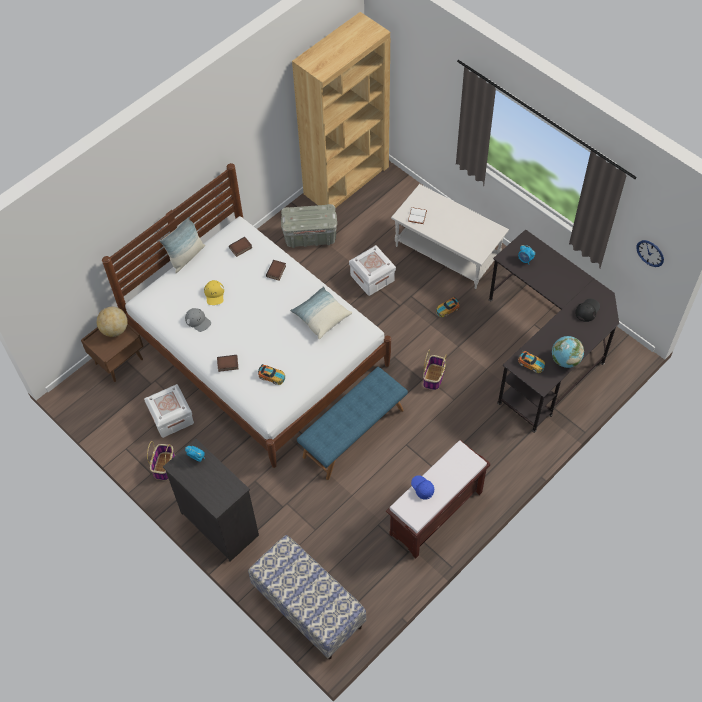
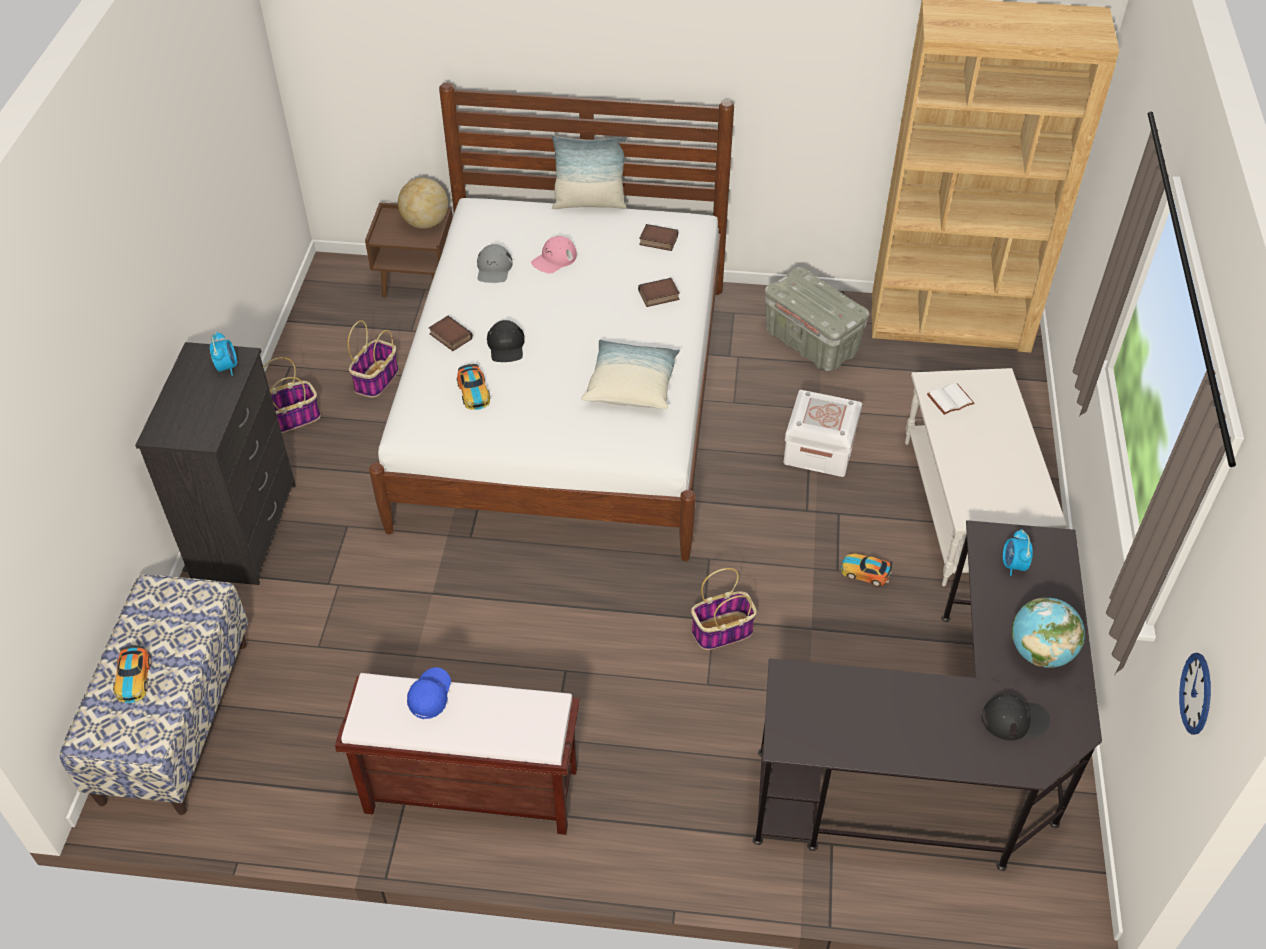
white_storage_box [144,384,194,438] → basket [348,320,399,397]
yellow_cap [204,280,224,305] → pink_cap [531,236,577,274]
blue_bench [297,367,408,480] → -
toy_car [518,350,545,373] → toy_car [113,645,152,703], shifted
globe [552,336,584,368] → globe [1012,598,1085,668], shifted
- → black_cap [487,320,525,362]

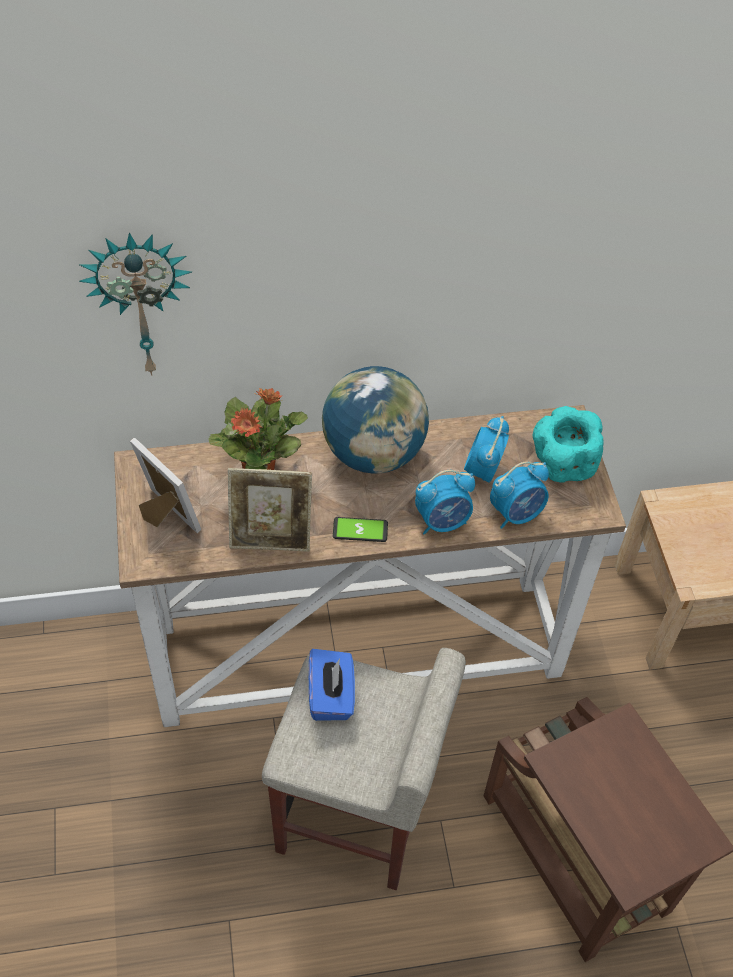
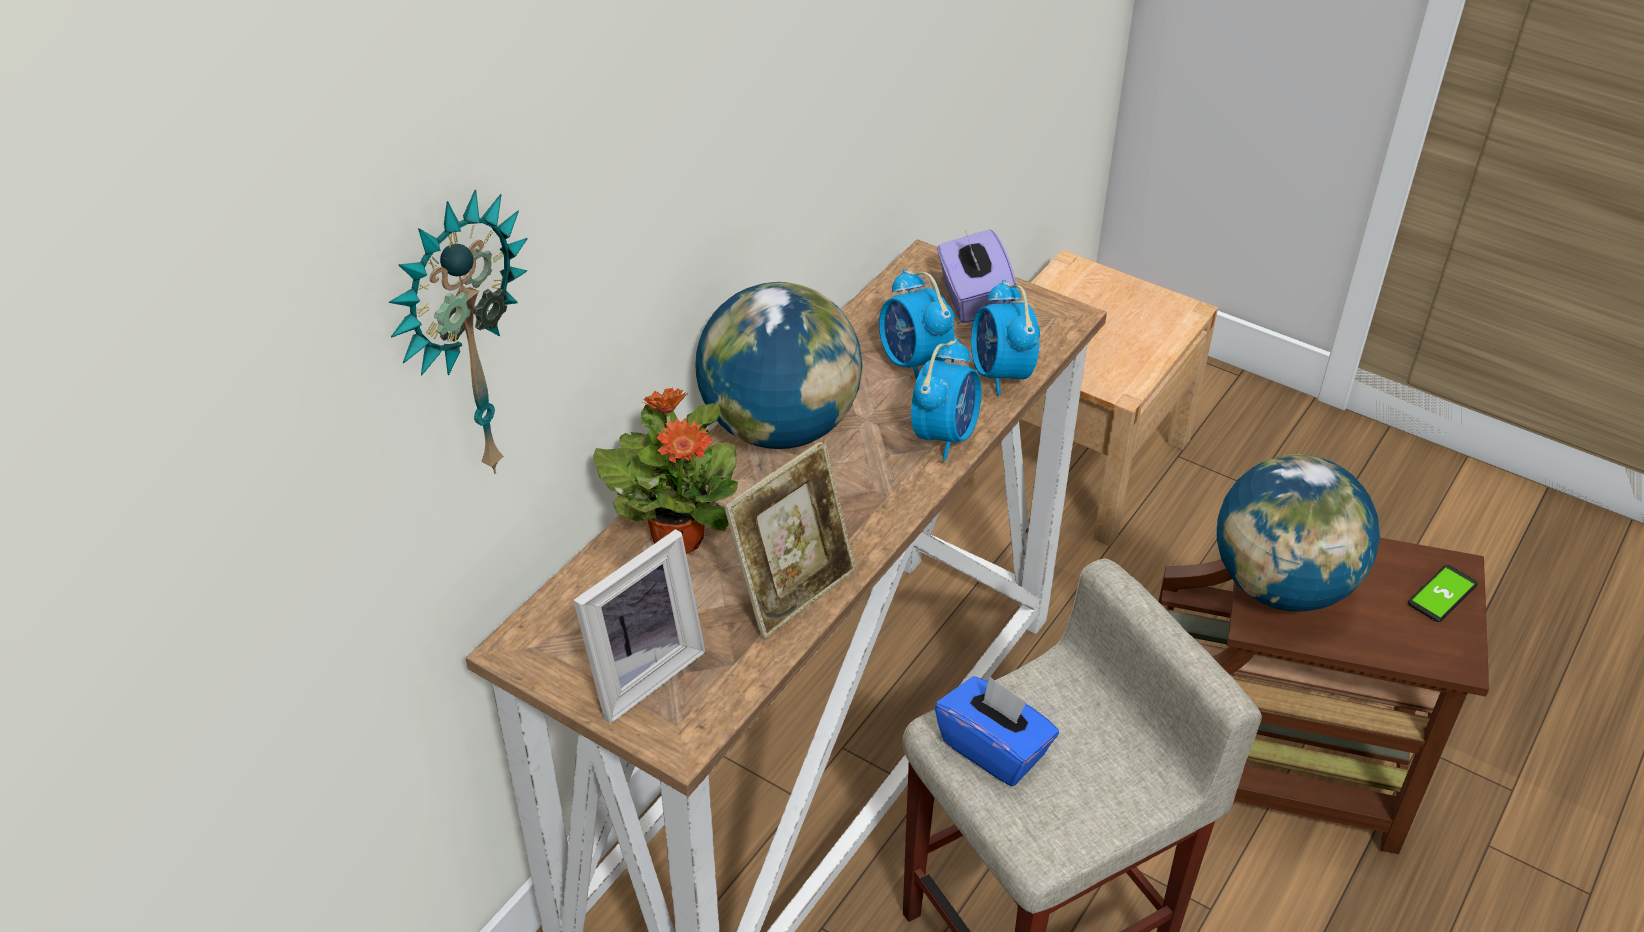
picture_frame [130,438,201,533] → picture_frame [573,529,706,724], 135 degrees clockwise
phone [333,517,388,542] → phone [1408,565,1478,622], shifted
alarm_clock [490,462,549,529] → alarm_clock [971,280,1040,396], 150 degrees clockwise
turquoise_bowl [532,406,604,483] → purple_tissue_box [937,229,1017,323]
- → globe [1217,454,1380,612]

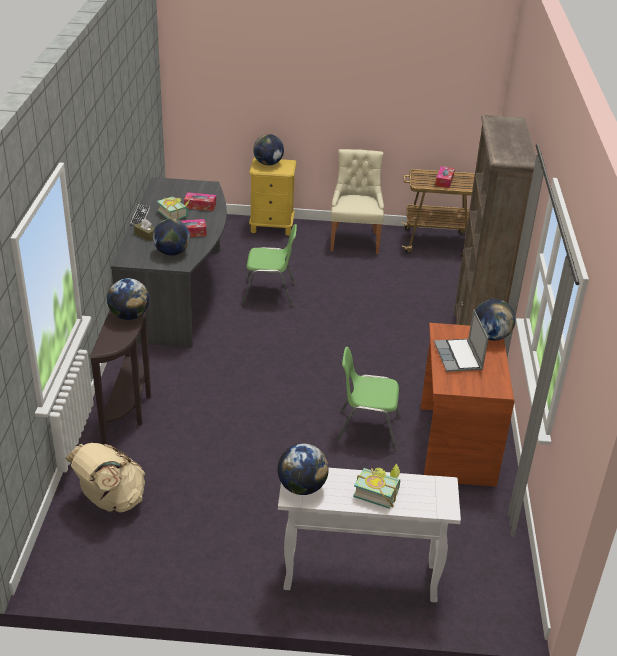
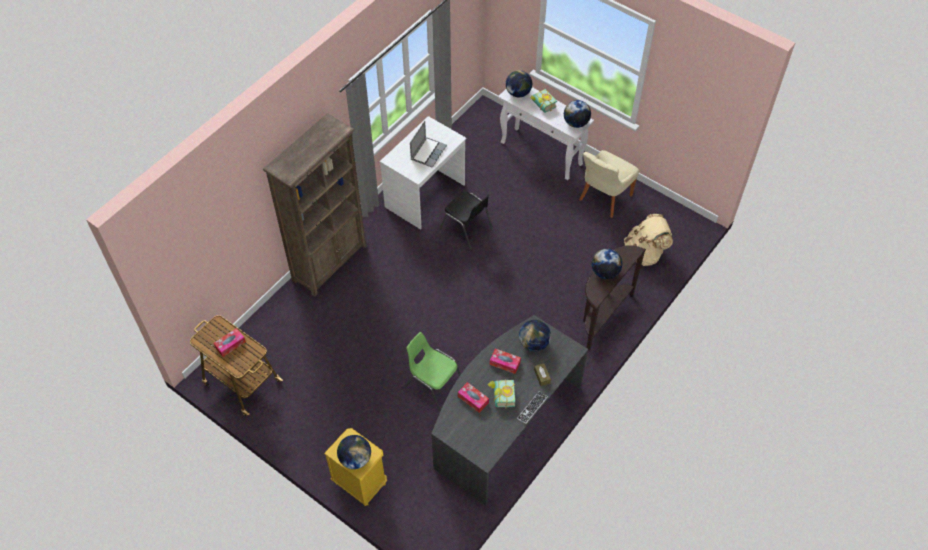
beige_chair [330,149,384,254] → beige_chair [579,150,639,218], shifted
green_chair [335,347,400,452] → black_chair [439,192,493,250]
brown_desk [421,323,515,487] → white_desk [380,116,467,230]
globe [475,299,516,341] → globe [506,70,532,97], shifted

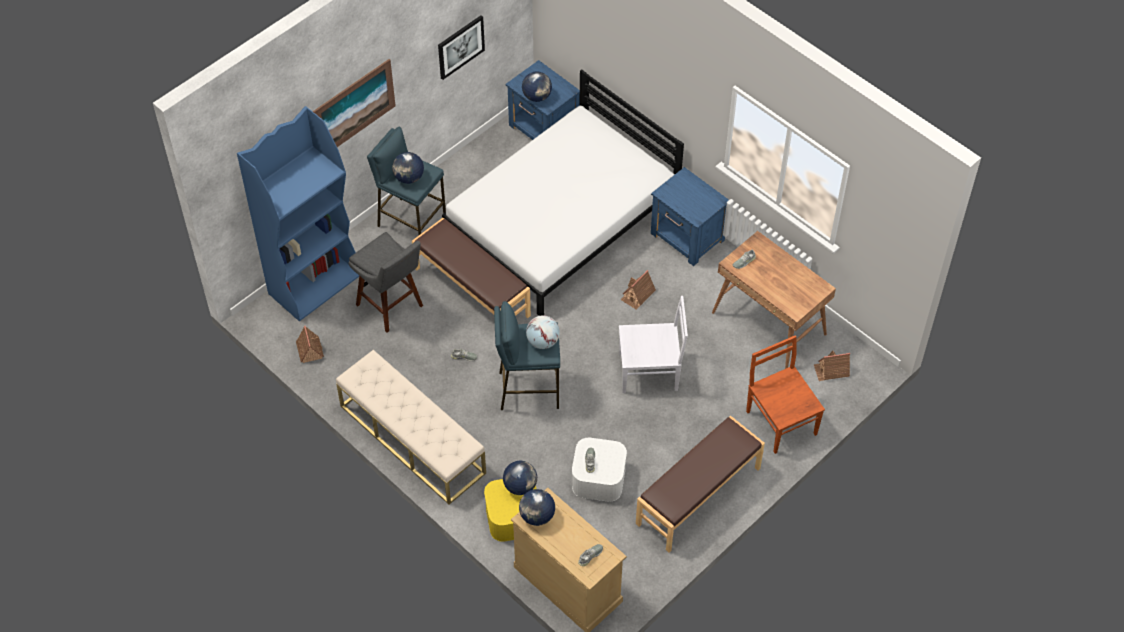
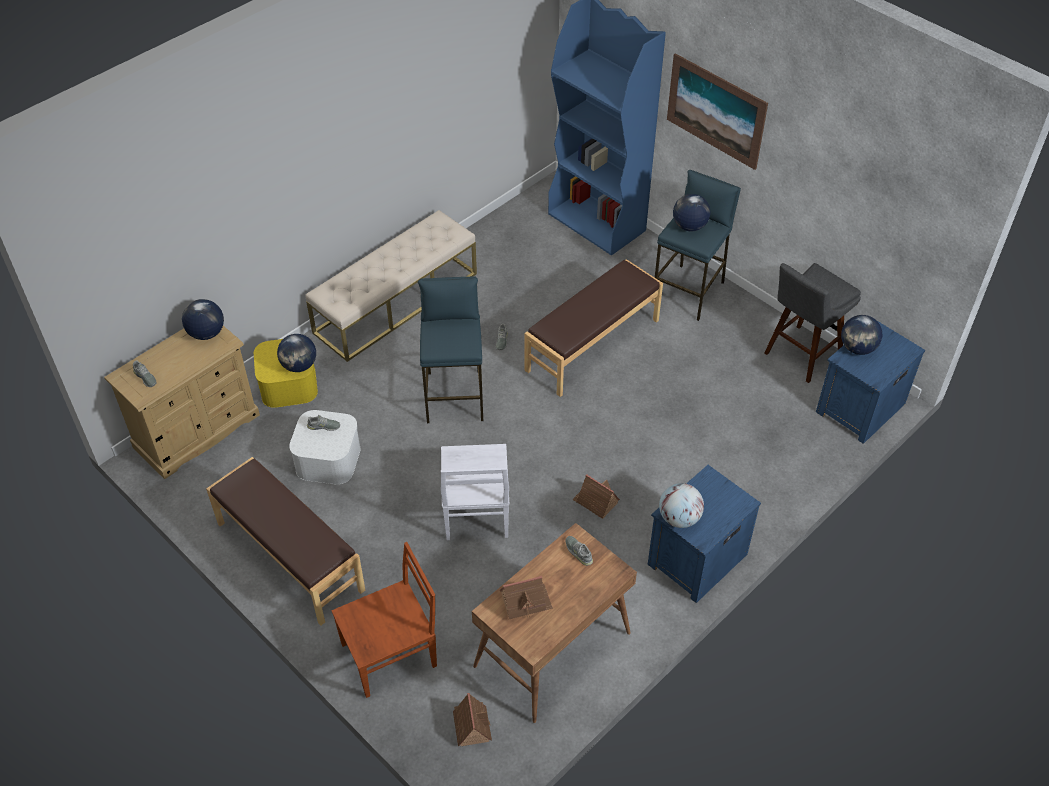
toy_house [296,326,324,363] → toy_house [500,576,553,619], shifted
grey_stool [348,232,423,332] → grey_stool [765,263,861,383], shifted
picture [438,15,485,80] → -
white_bed [442,69,684,316] → -
globe [526,315,560,349] → globe [659,483,704,528], shifted

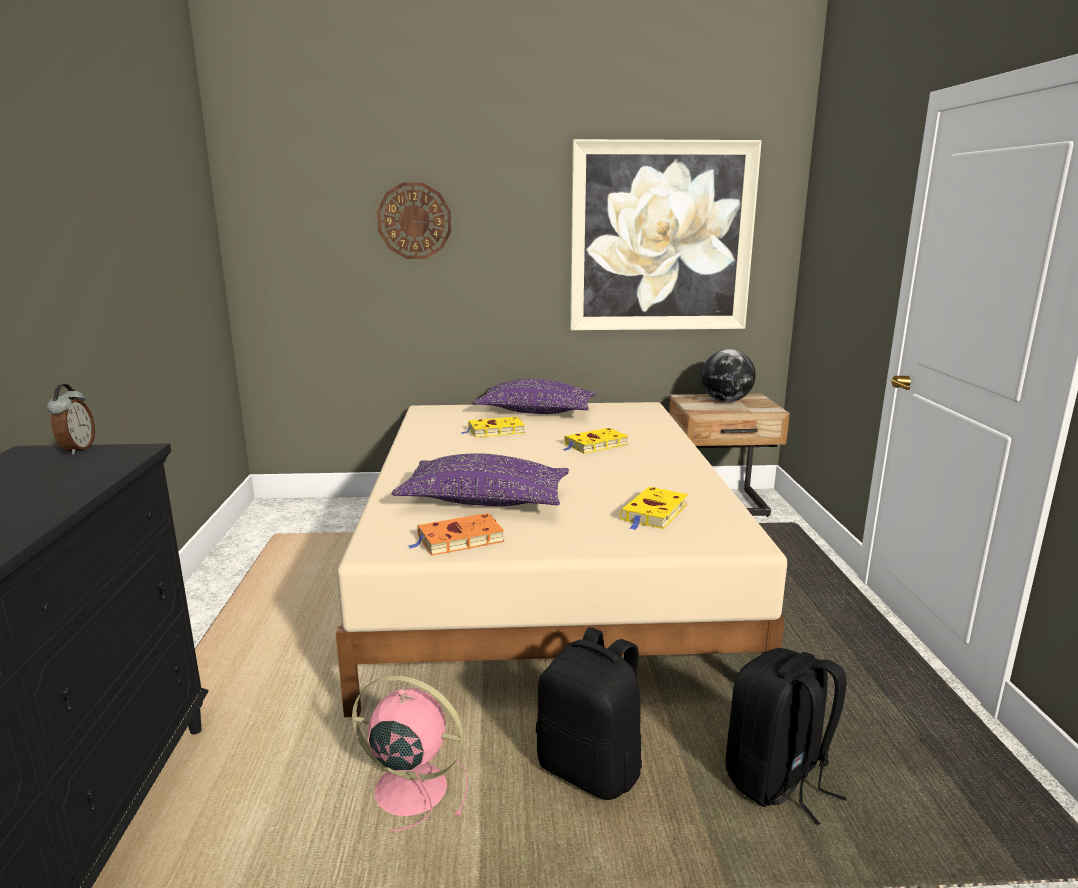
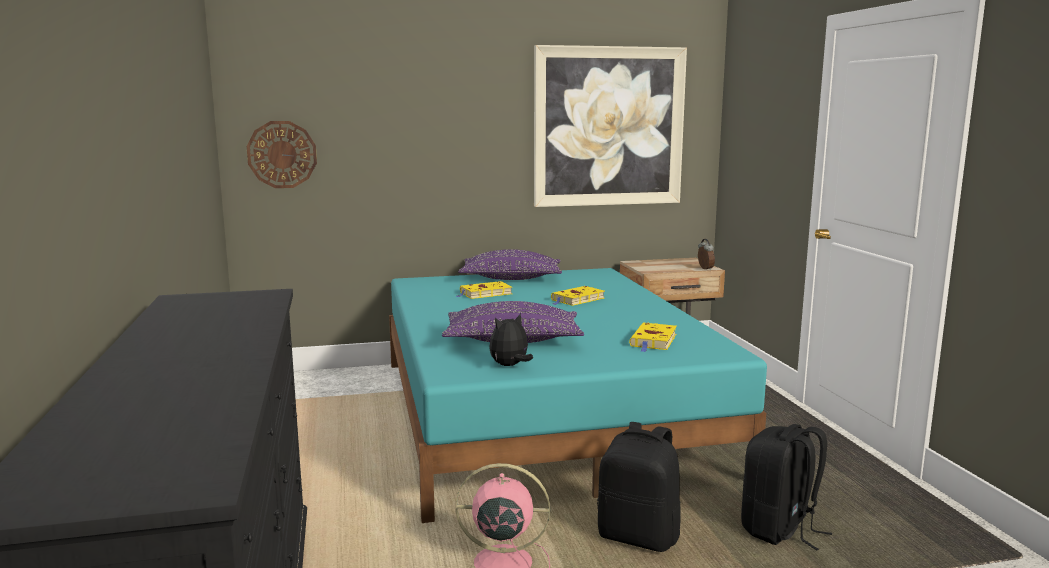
alarm_clock [47,384,95,455] → alarm_clock [698,239,715,270], shifted
beige_bed [336,402,787,717] → turquoise_bed [389,268,767,523]
wall_clock [377,182,452,259] → wall_clock [247,121,317,188], shifted
orange_book [409,513,504,556] → plush_toy [489,313,533,366]
globe [701,349,756,402] → -

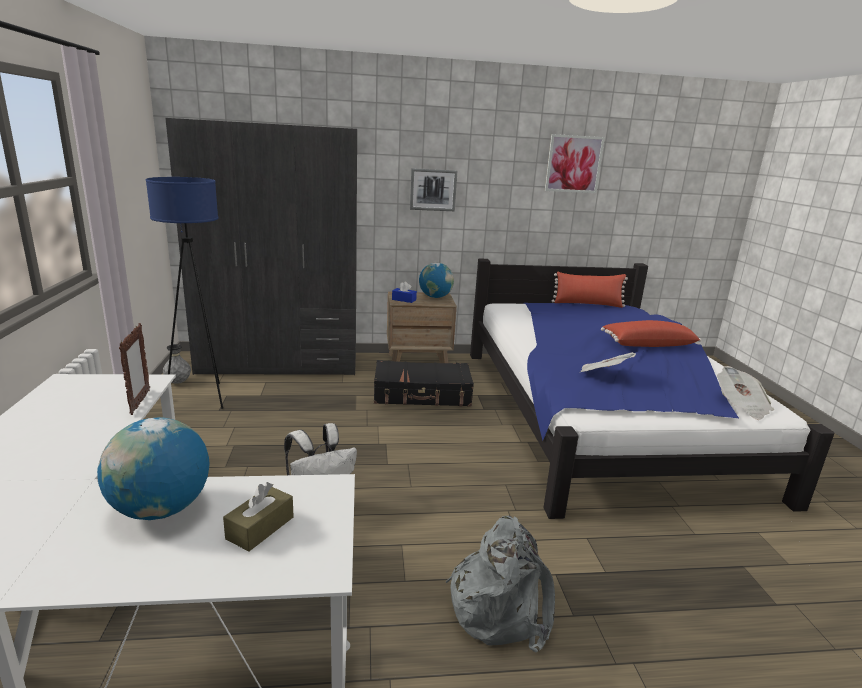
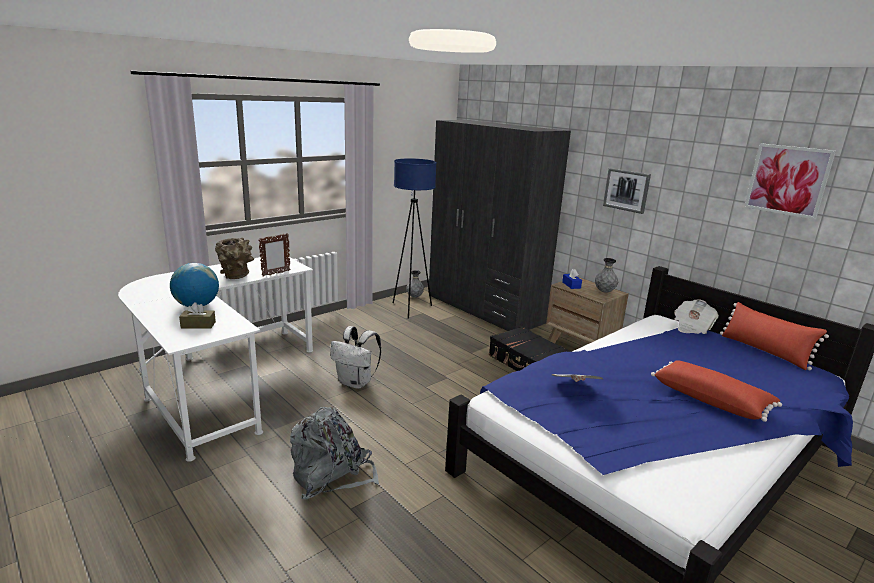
globe [419,263,454,298] → grey_vase [595,258,618,293]
newspaper [717,366,774,420] → newspaper [674,299,718,334], shifted
- → brown_vase [215,238,254,279]

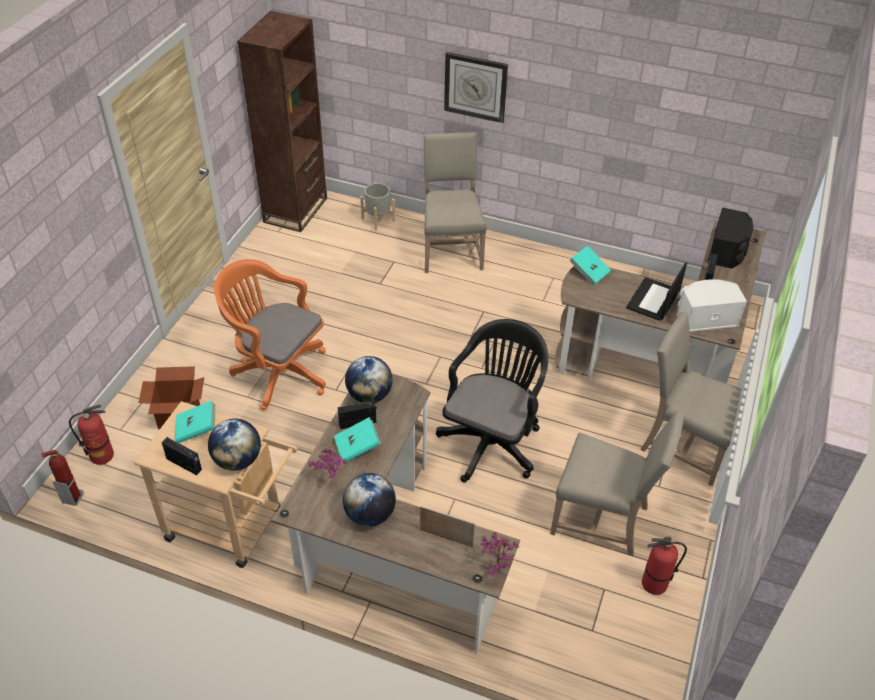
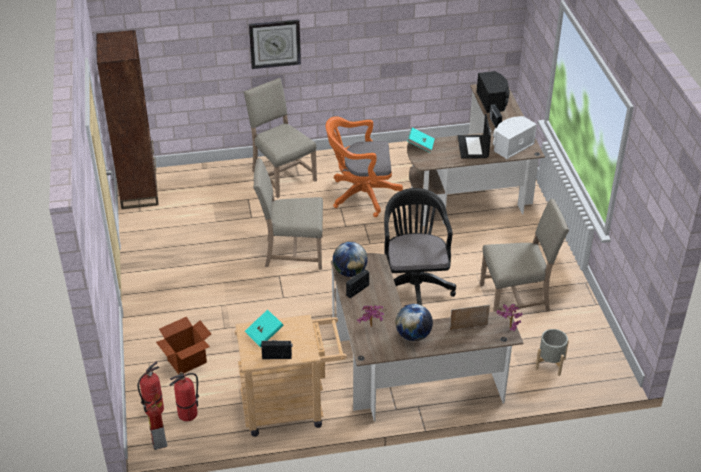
globe [208,419,261,471] → -
orange_office_chair [214,259,326,410] → orange_office_chair [326,116,403,217], shifted
turquoise_book [334,417,380,461] → -
grey_planter [360,183,395,230] → grey_planter [535,329,569,376], shifted
beige_chair [640,312,741,486] → beige_chair [253,158,323,270], shifted
fire_extinguisher [642,536,687,595] → fire_extinguisher [170,372,199,421], shifted

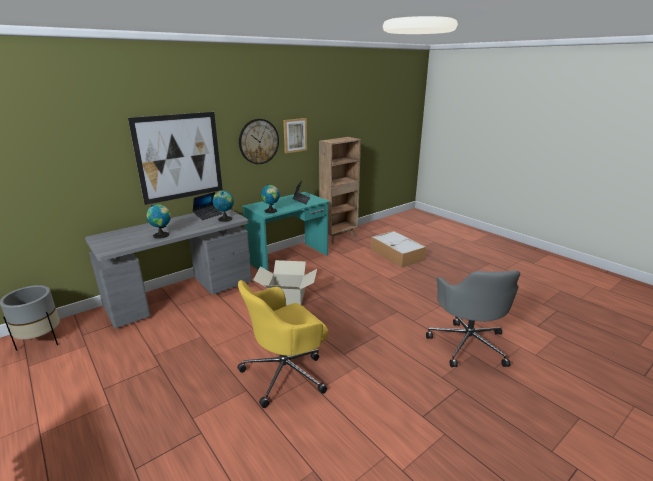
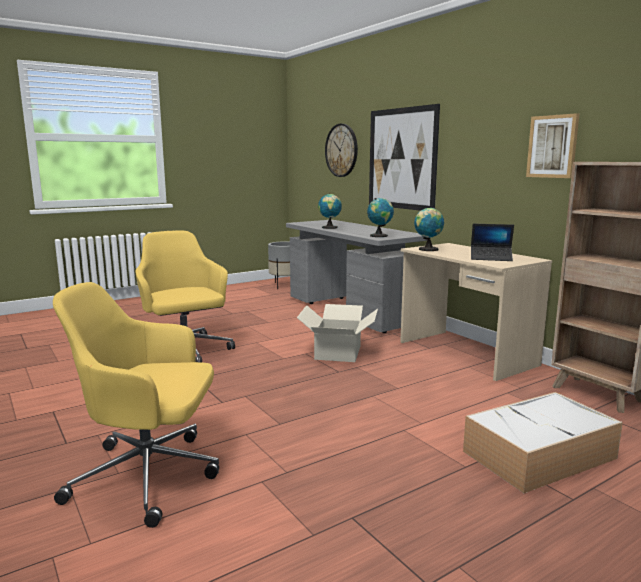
laptop [192,192,223,220] → -
wall_clock [239,119,279,164] → wall_clock [325,124,358,177], shifted
turquoise_desk [242,192,330,270] → beige_desk [400,243,552,381]
grey_office_chair [426,270,520,367] → yellow_office_chair [53,282,219,528]

